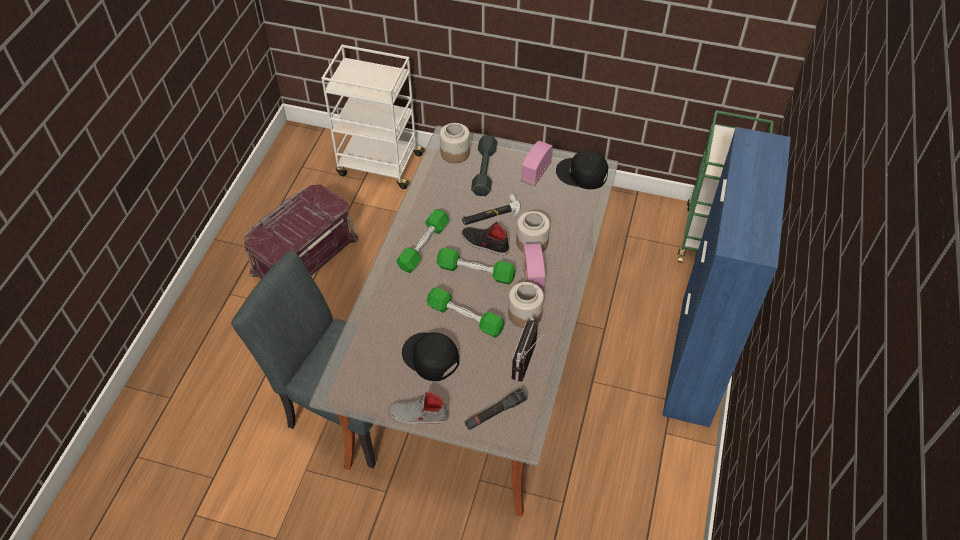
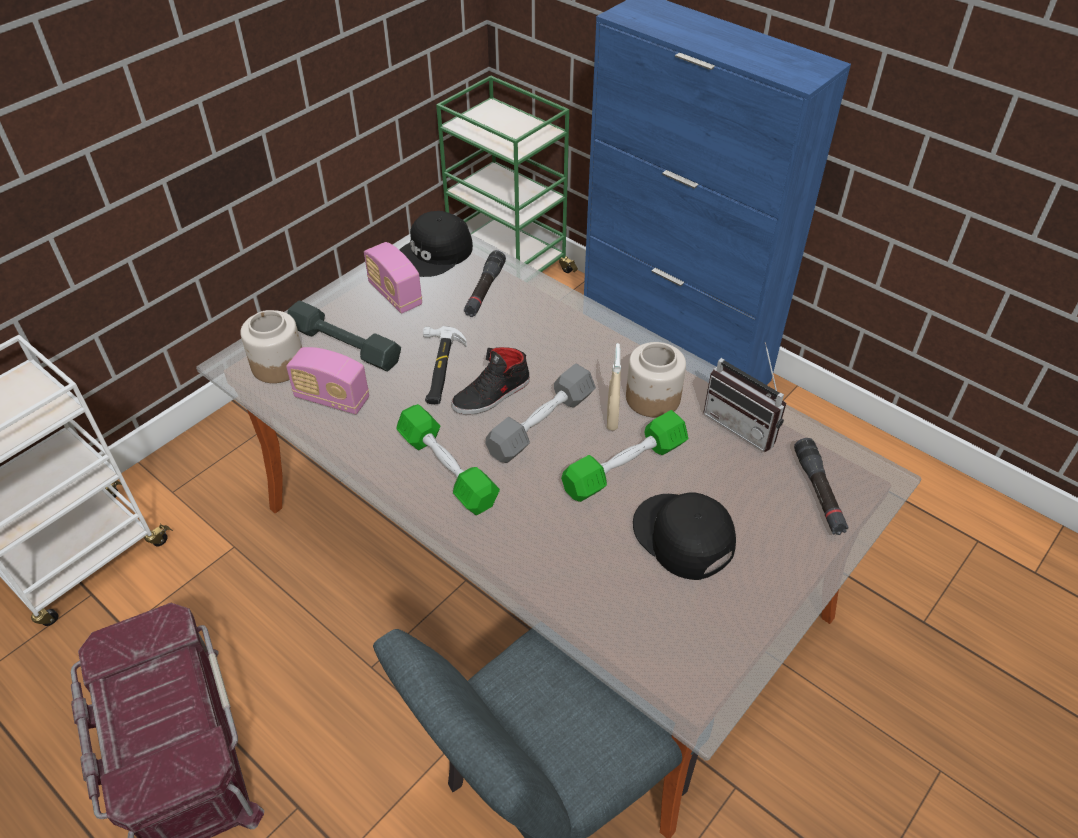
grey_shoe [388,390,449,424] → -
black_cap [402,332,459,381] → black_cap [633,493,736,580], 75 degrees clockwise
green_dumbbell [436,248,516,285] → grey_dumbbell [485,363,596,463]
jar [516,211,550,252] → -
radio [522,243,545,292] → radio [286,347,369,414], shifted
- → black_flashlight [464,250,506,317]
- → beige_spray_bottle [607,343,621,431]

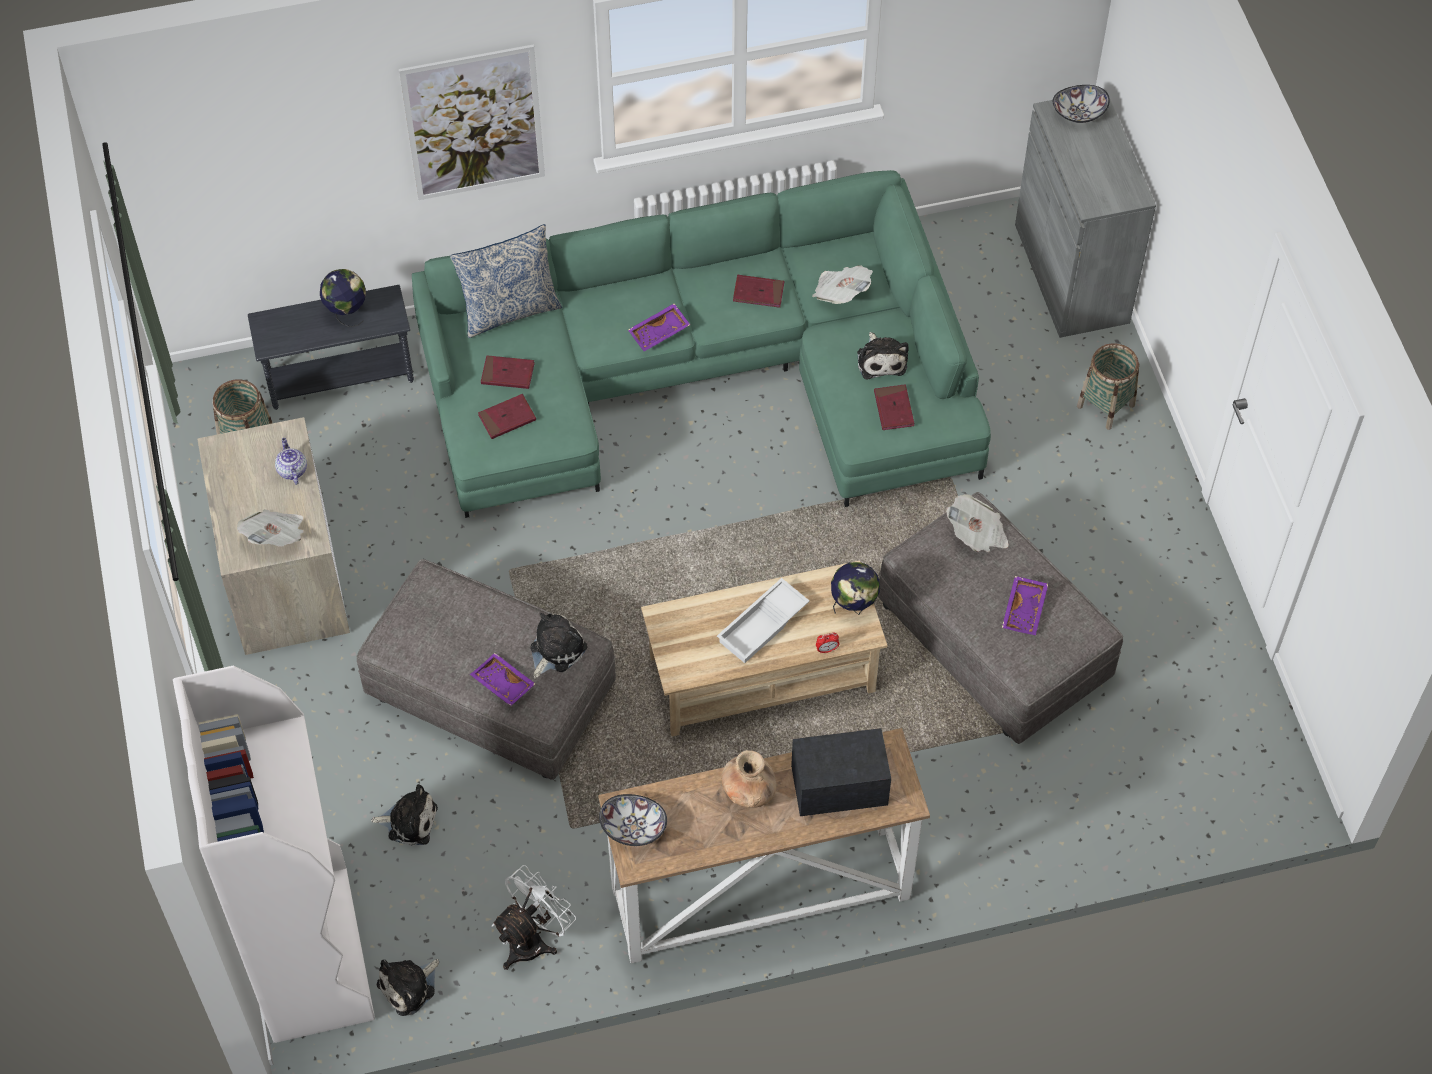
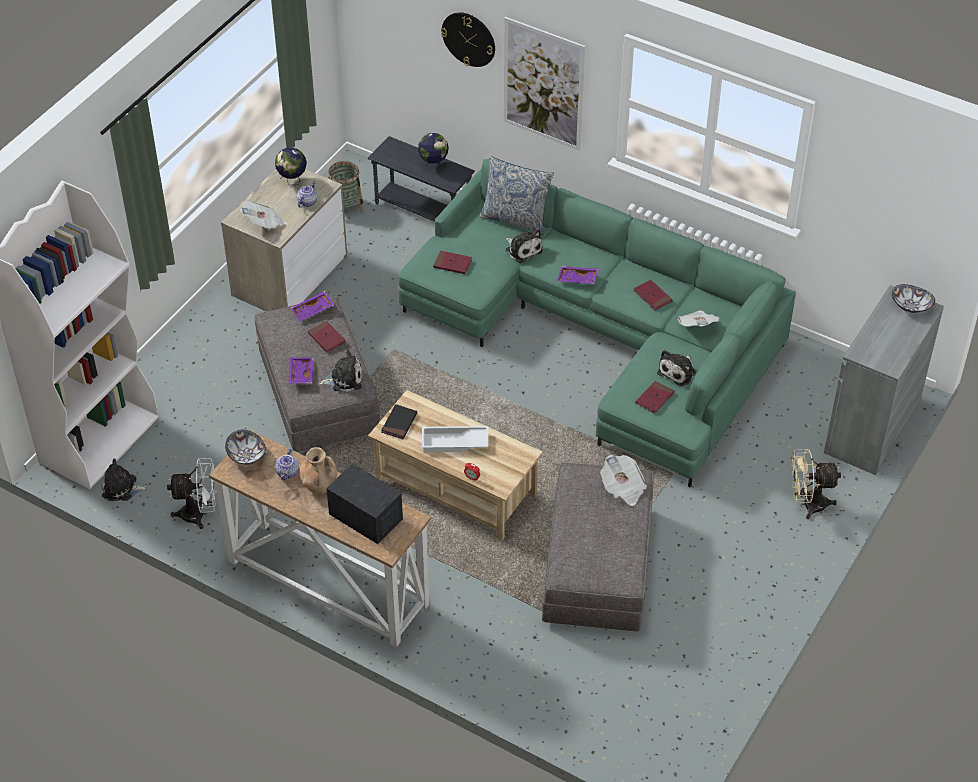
plush_toy [371,784,438,846] → plush_toy [506,229,543,263], shifted
red_book [481,355,535,389] → red_book [308,321,346,352], shifted
globe [831,562,880,615] → globe [275,147,307,185], shifted
purple_tray [1002,576,1048,635] → purple_tray [291,291,334,321], shifted
basket [1077,343,1139,430] → beige_fan [791,449,841,519]
- → teapot [275,448,299,480]
- → black_book [381,404,417,439]
- → wall_clock [441,12,495,67]

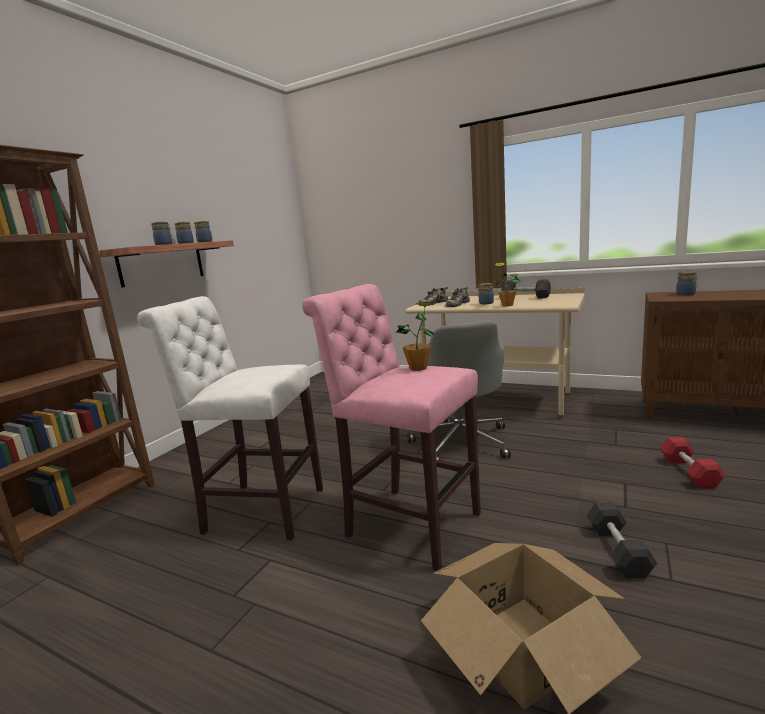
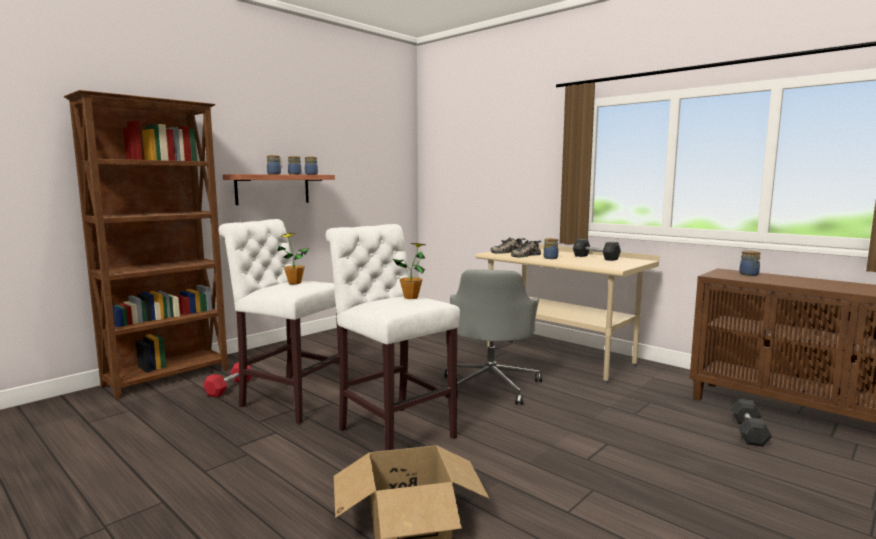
pink_stool [302,284,481,571] → white_stool [326,224,460,451]
potted_plant [494,262,521,307] → potted_plant [277,233,309,284], shifted
grey_dumbbell [586,502,657,578] → grey_dumbbell [731,399,772,447], shifted
red_dumbbell [660,437,725,488] → red_dumbbell [203,362,252,397], shifted

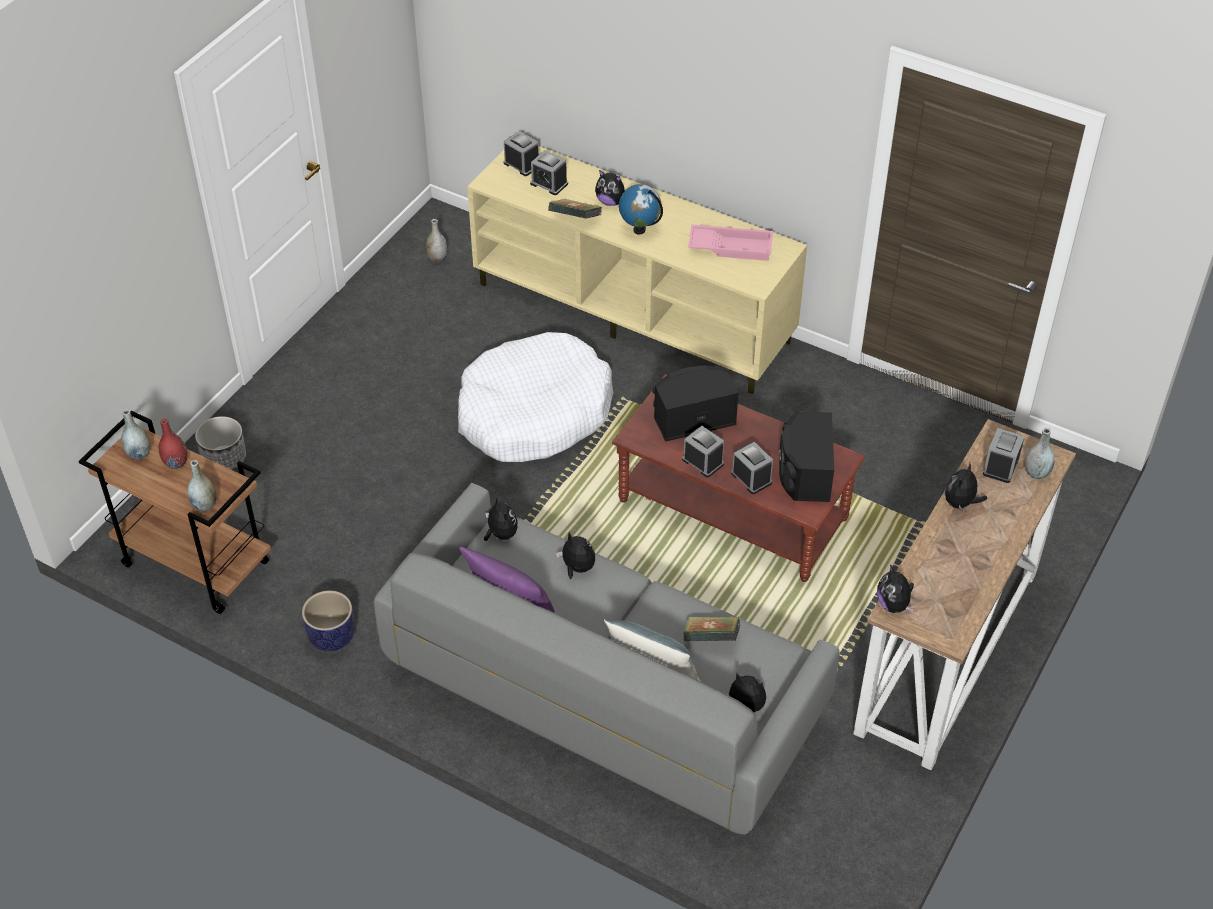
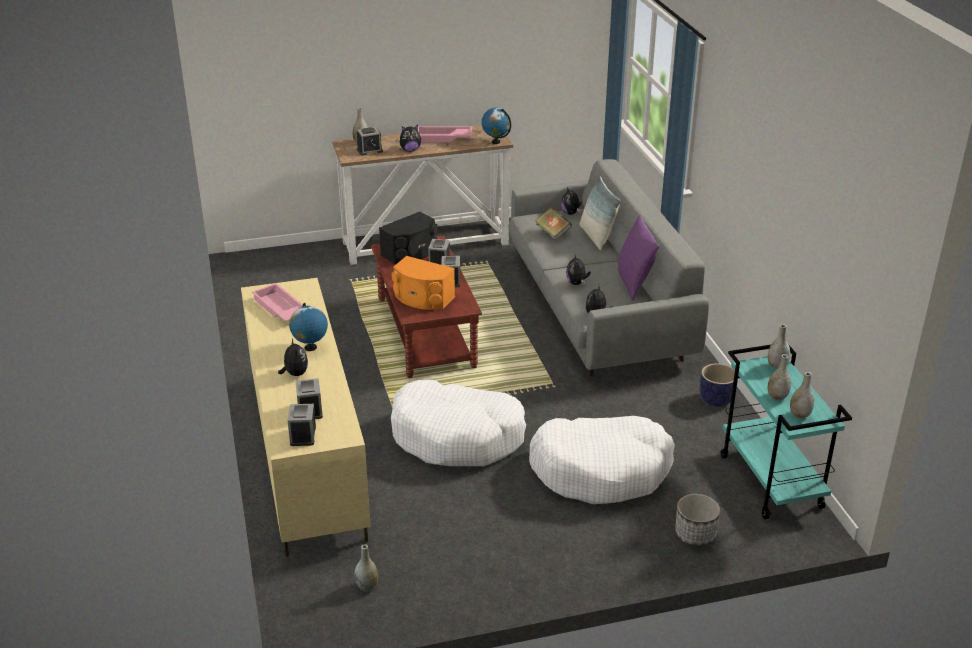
brown_cart [79,411,271,614] → turquoise_cart [721,344,852,519]
red_vase [159,418,188,469] → grey_vase [768,354,791,400]
book [548,199,602,219] → -
black_speaker [652,366,739,442] → orange_speaker [391,256,455,310]
plush_toy [877,564,914,613] → globe [482,108,511,144]
- → pink_tray [418,126,472,142]
- → white_dog_bed [529,416,675,504]

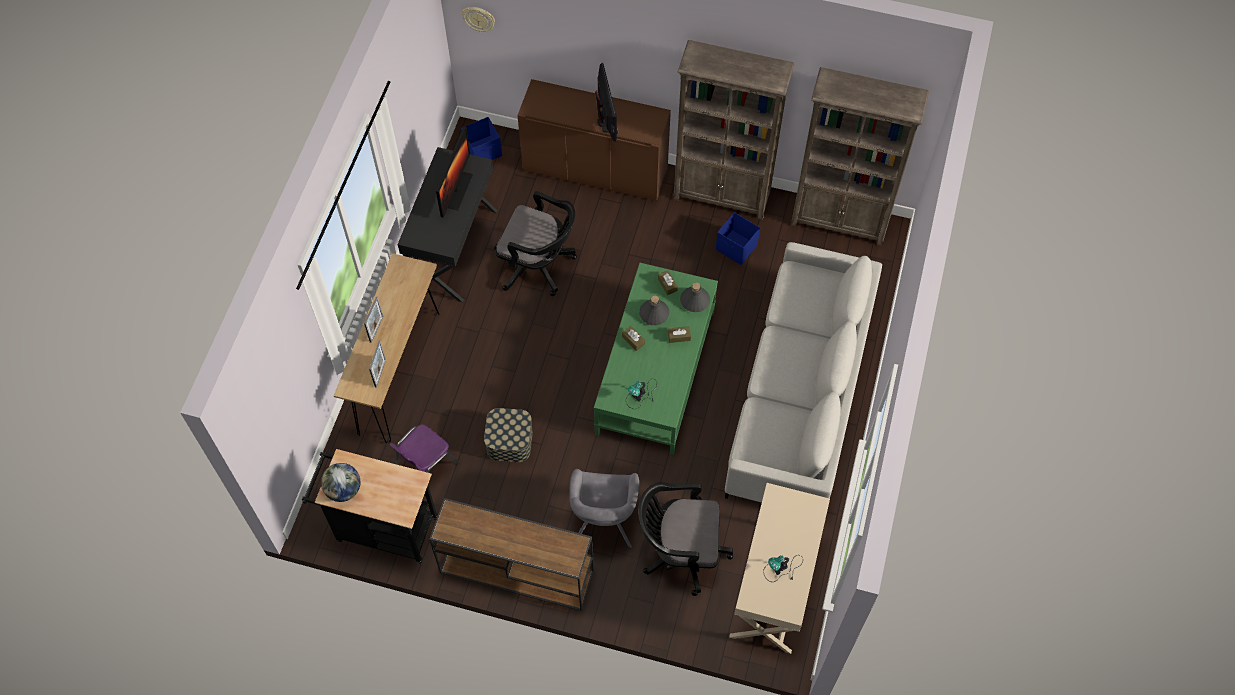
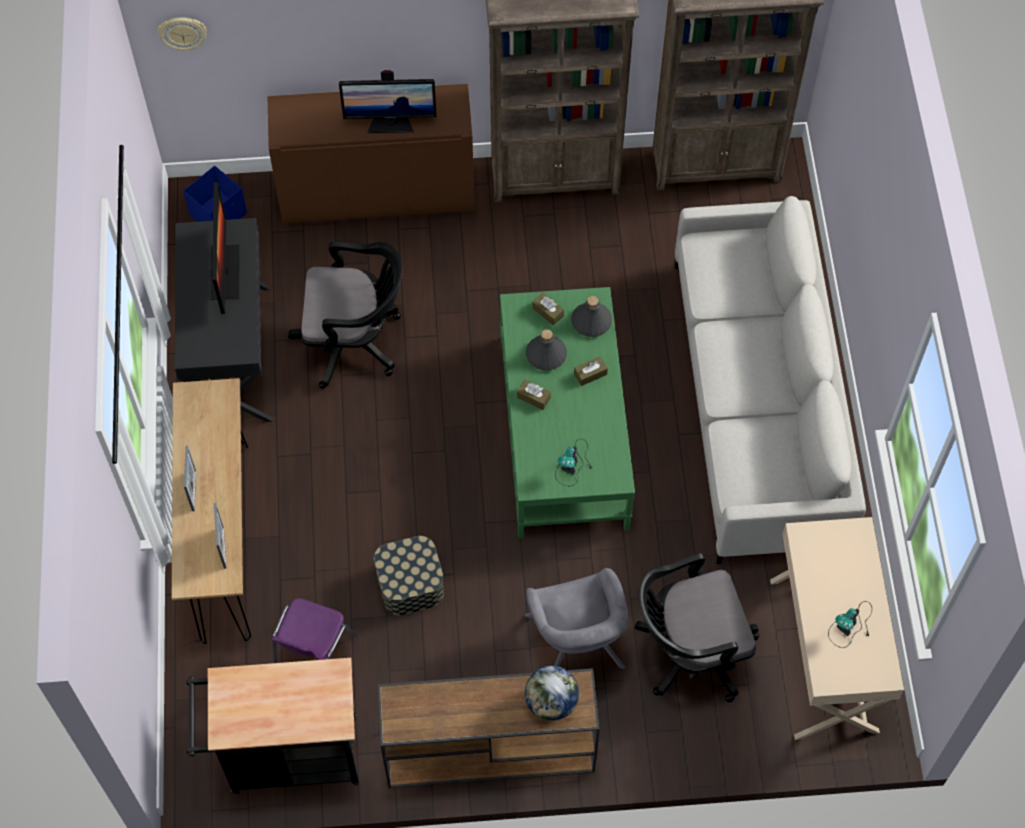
globe [321,463,360,502] → globe [525,666,579,721], shifted
monitor [595,63,618,142] → monitor [339,70,437,133], 120 degrees clockwise
blue_storage_box [716,212,760,265] → -

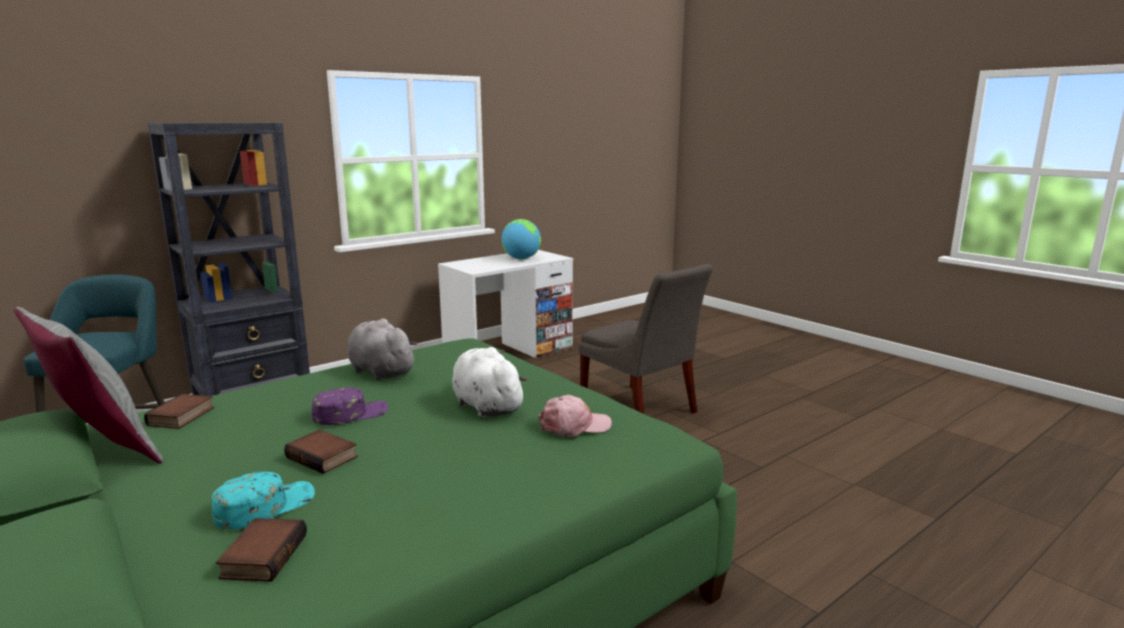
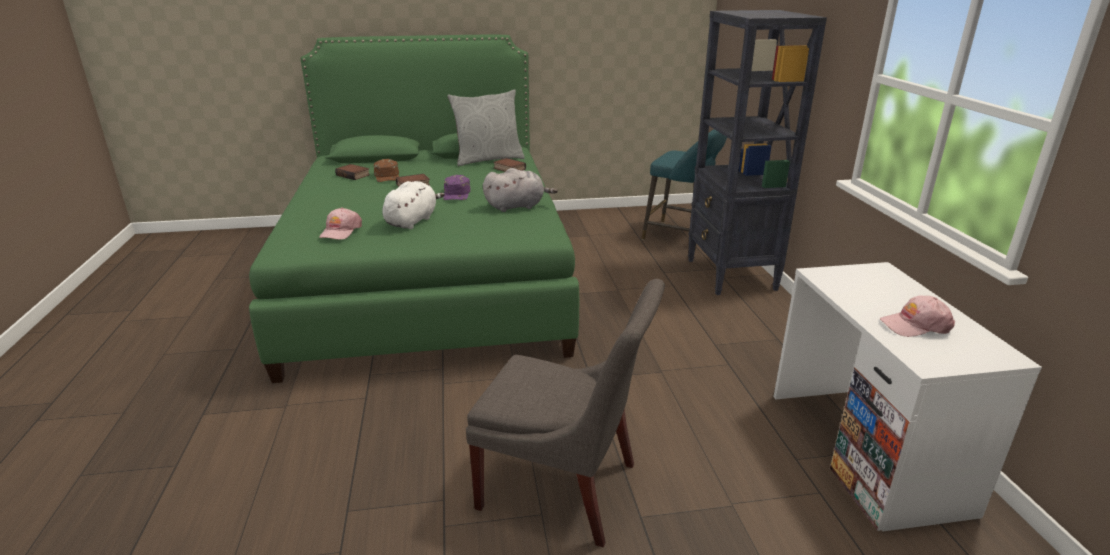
turquoise_cap [212,472,315,529] → brown_cap [374,159,399,182]
white_plush_toy [452,347,528,419] → white_plush_toy [382,181,445,229], 60 degrees counterclockwise
globe [502,219,541,259] → pink_cap [880,295,955,337]
grey_chair [579,264,713,414] → grey_chair [466,279,665,547], 150 degrees counterclockwise

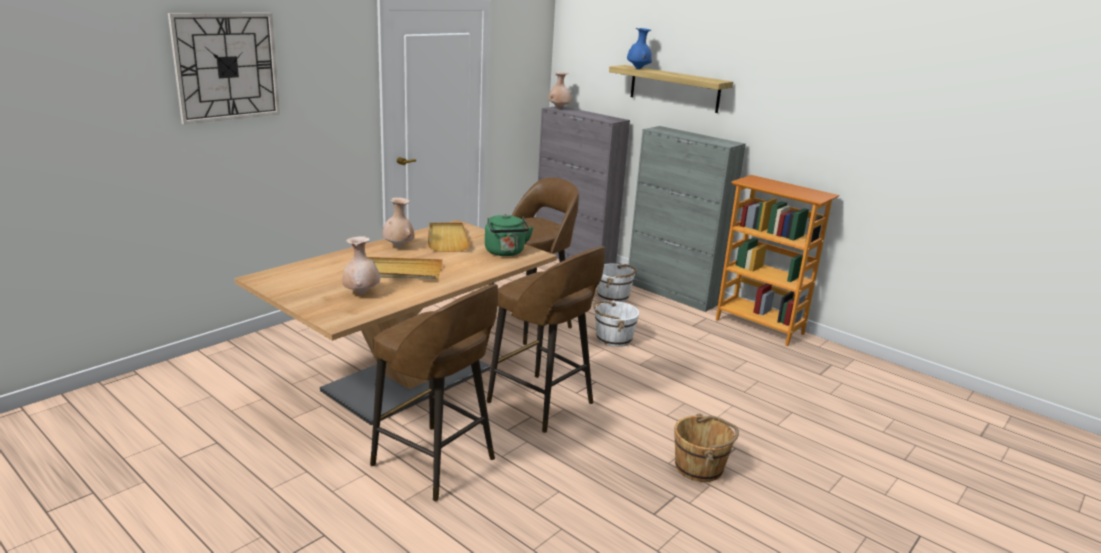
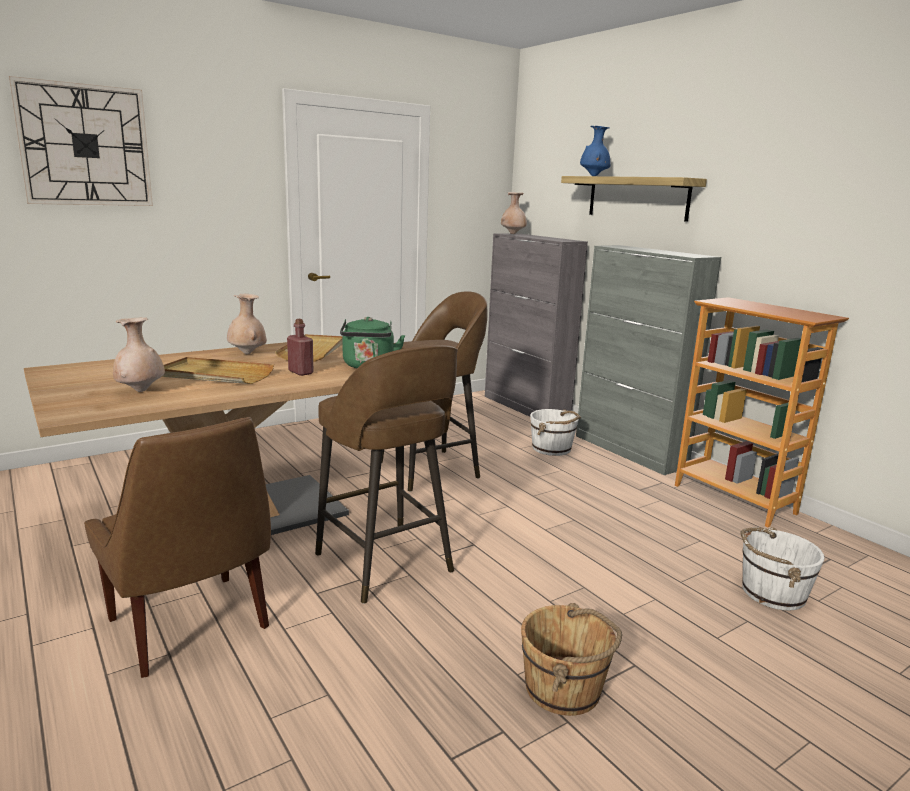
brown_stool [370,284,498,502] → brown_chair [84,417,271,678]
white_bucket [593,300,639,347] → white_bucket [740,527,825,611], shifted
- → red_bottle [287,319,314,376]

